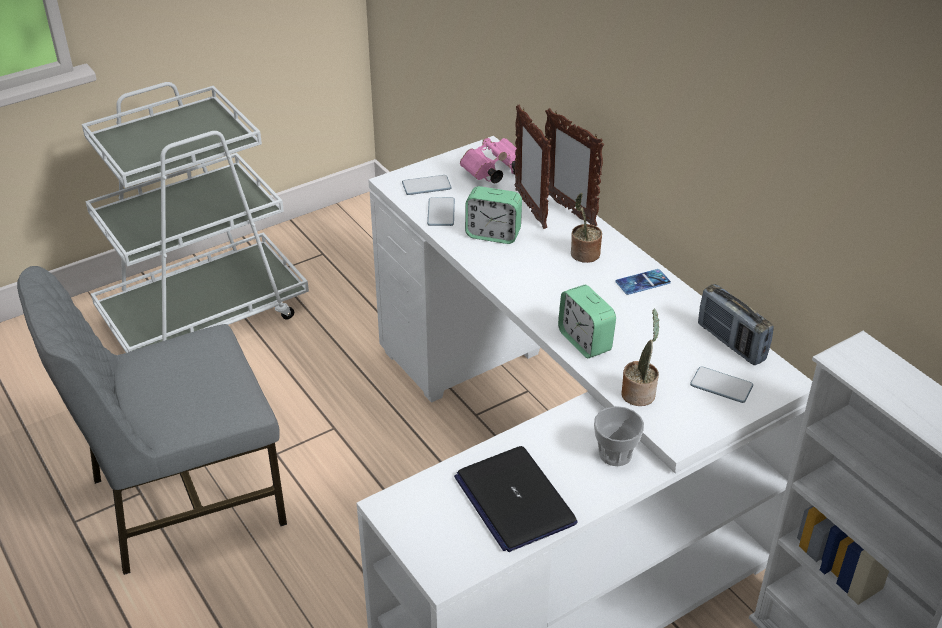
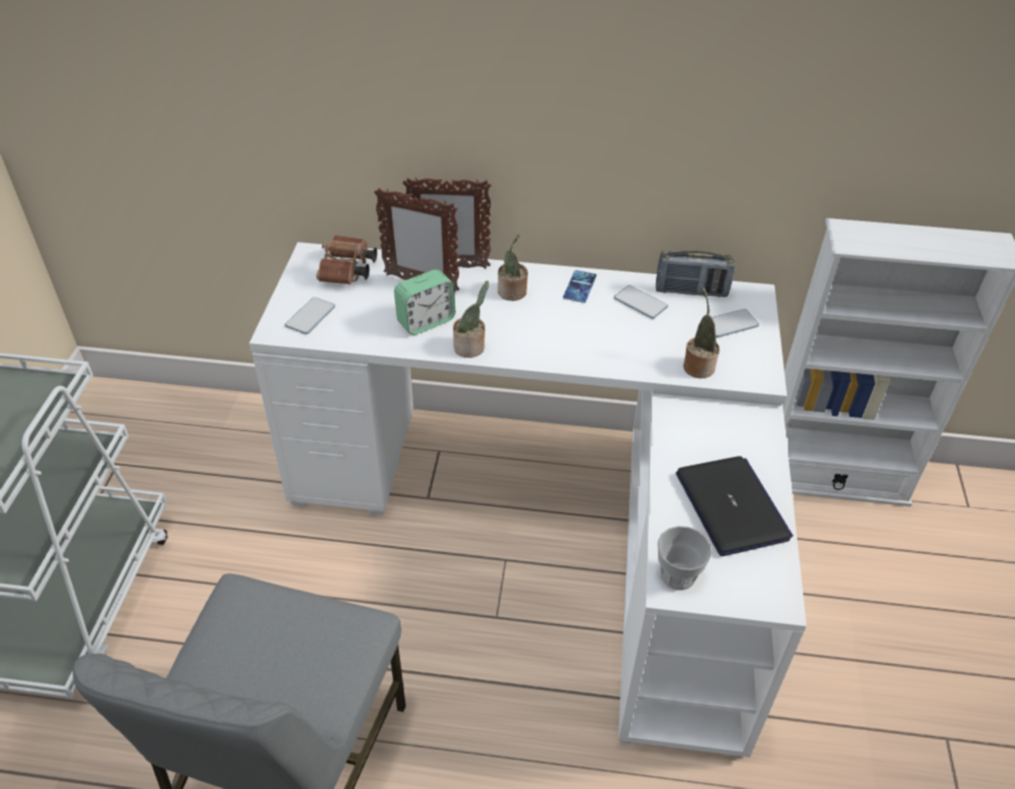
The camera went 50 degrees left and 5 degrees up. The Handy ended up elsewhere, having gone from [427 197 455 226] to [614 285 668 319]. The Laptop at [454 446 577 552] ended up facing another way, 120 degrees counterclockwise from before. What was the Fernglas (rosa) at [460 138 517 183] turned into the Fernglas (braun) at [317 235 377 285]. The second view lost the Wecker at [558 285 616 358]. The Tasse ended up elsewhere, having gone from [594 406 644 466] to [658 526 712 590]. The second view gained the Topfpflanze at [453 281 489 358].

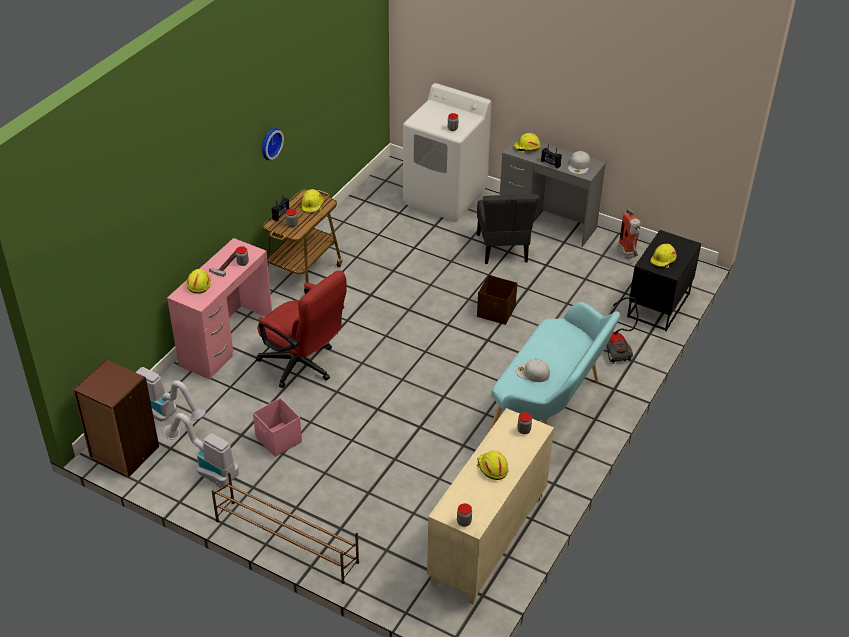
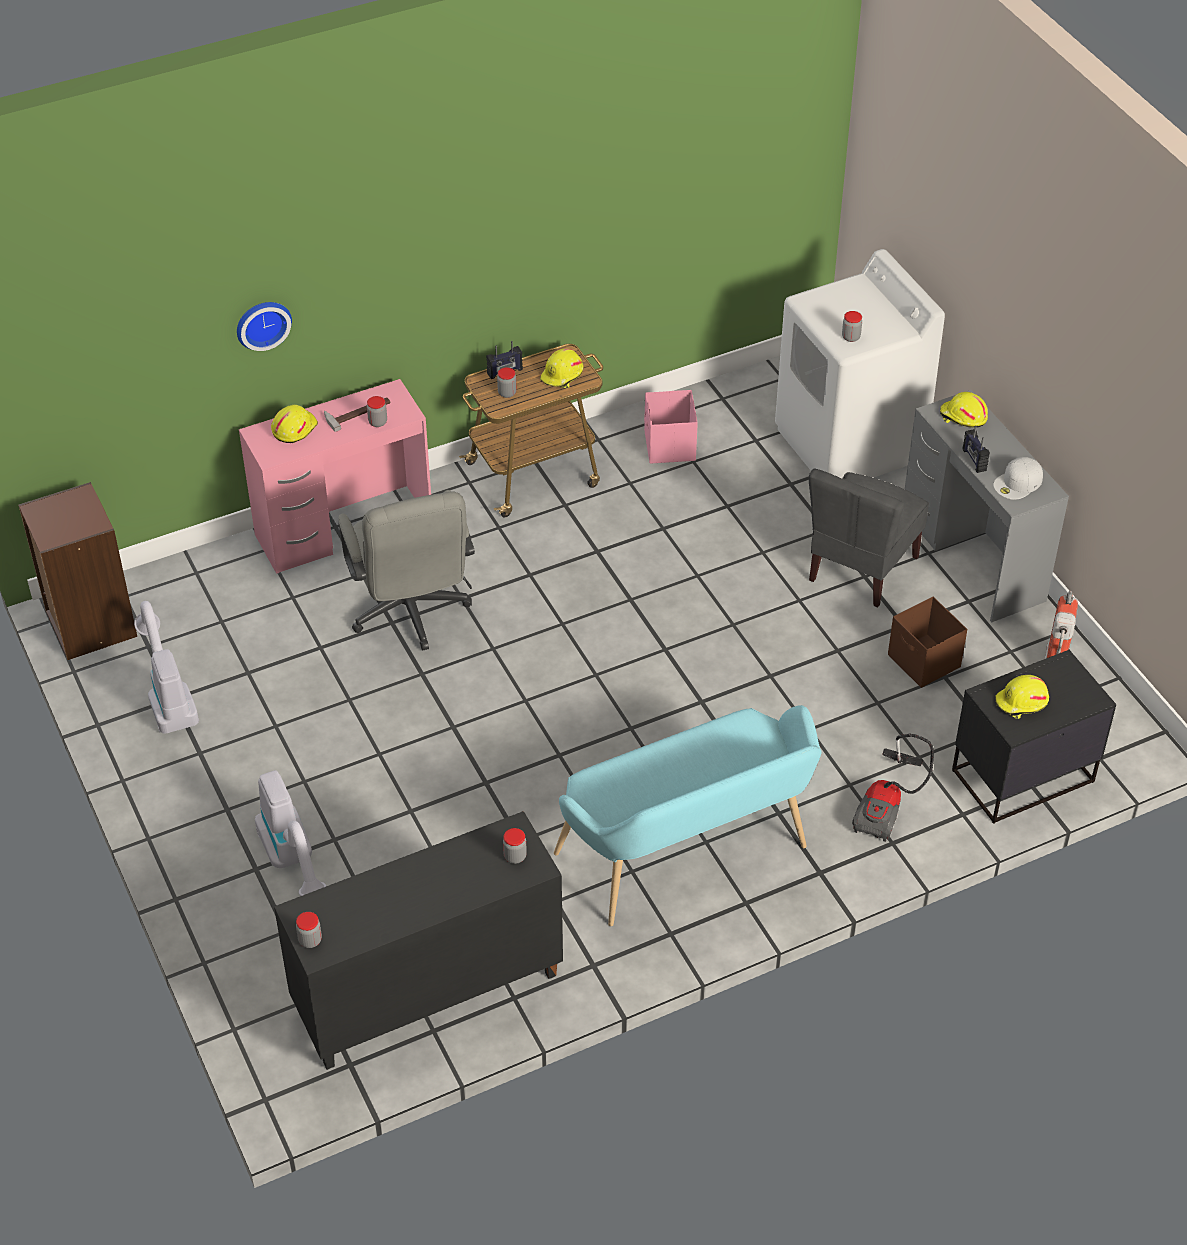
The camera went 35 degrees right and 5 degrees up. The Staubsauger ended up elsewhere, having gone from [136 367 206 422] to [255 770 326 896]. The second view lost the Schuhregal (braun) at [212 473 359 584]. The Aufbewahrungsbox (rosa) ended up elsewhere, having gone from [253 398 302 457] to [644 390 698 464]. What was the Bürostuhl (rot) at [256 271 346 388] turned into the Bürostuhl (grau) at [338 490 475 651]. The Wanduhr ended up elsewhere, having gone from [262 128 284 160] to [237 302 292 351]. What was the Schrank (beige) at [427 408 554 604] turned into the Schrank (schwarz) at [274 811 563 1070]. The Aufbewahrungsbox (braun) ended up elsewhere, having gone from [477 275 517 325] to [888 597 967 688]. The second view lost the Schutzhelm (gelb) at [477 451 509 480]. The second view lost the Kappe (weiß) at [516 359 550 382].

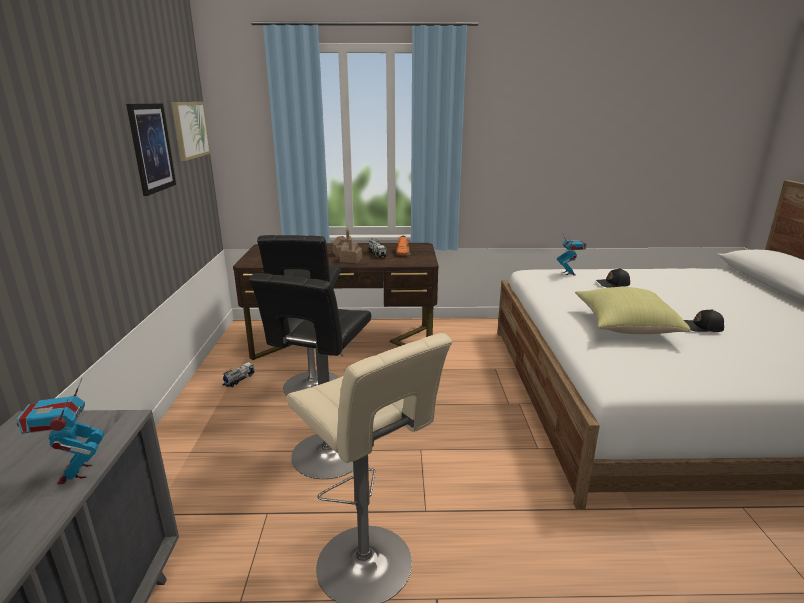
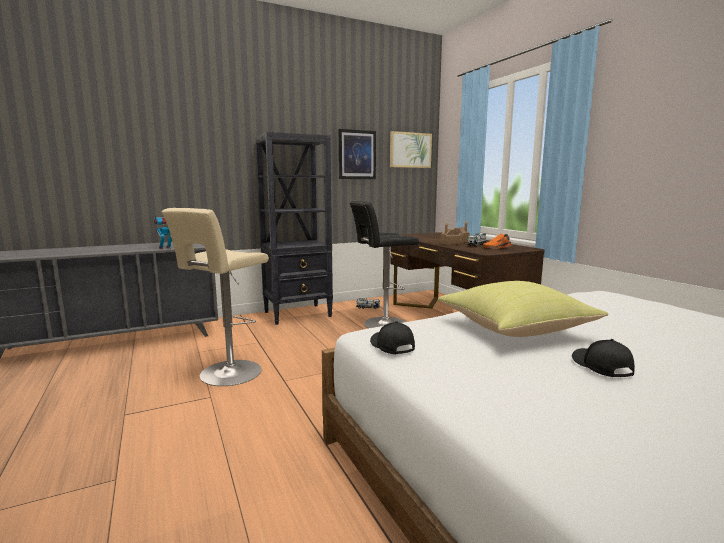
The camera went 65 degrees right and 10 degrees down. The second view lost the Hocker (schwarz) at [249 273 372 479]. The second view lost the Spielzeugroboter at [557 234 587 275]. The Kappe (schwarz) ended up elsewhere, having gone from [596 268 630 288] to [370 321 415 354]. The second view gained the Bücherregal (schwarz) at [255 132 333 325].

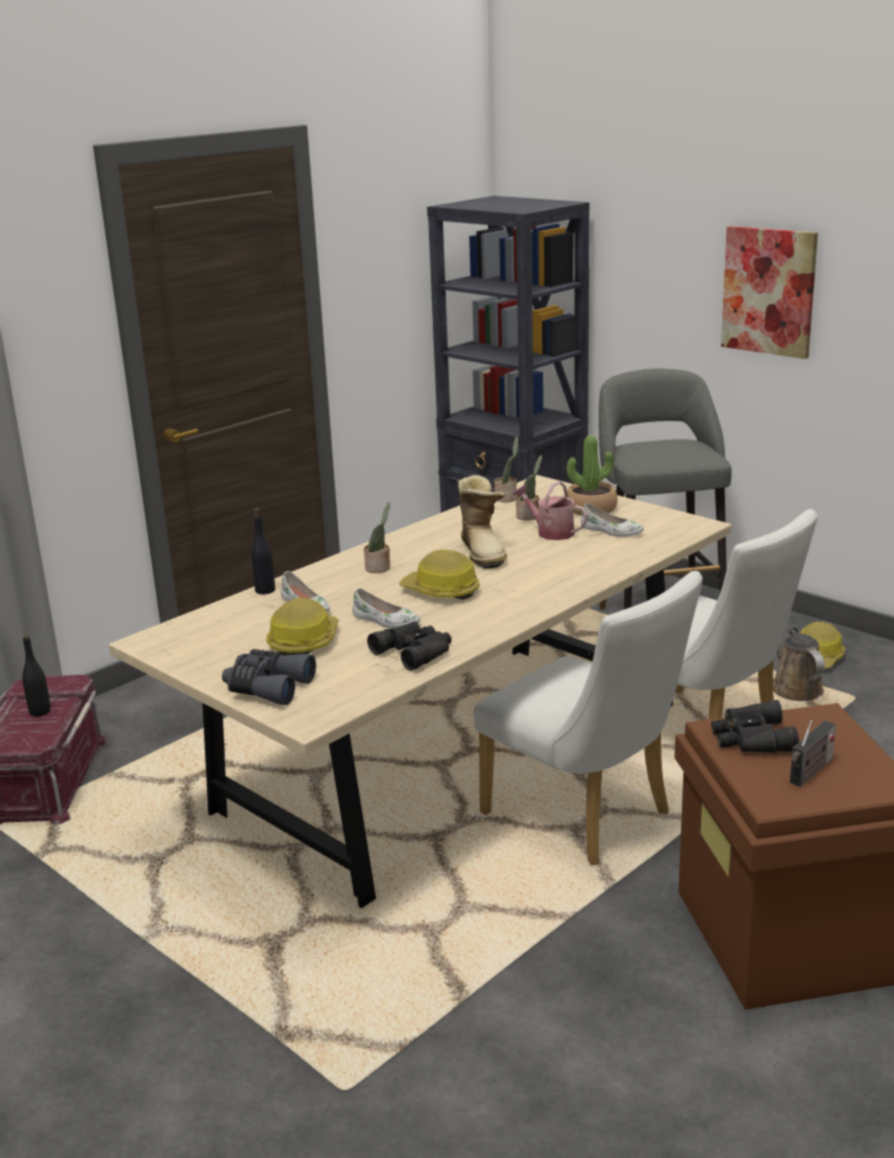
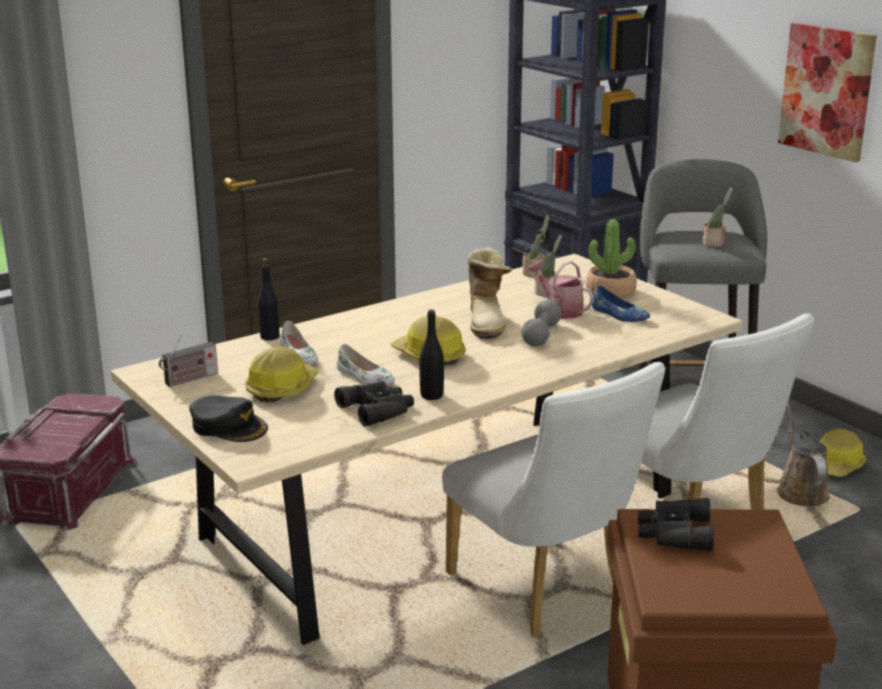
The camera went 10 degrees right and 0 degrees up. The Flasche (schwarz) ended up elsewhere, having gone from [22 635 50 716] to [419 309 444 400]. Where the Fernglas (grau) stood at [222 649 316 705], the Kappe (schwarz) came to stand at [189 395 268 442]. The Topfpflanze ended up elsewhere, having gone from [364 502 390 573] to [702 187 733 247]. What was the Schuh (weiß) at [581 503 644 537] turned into the Schuh (blau) at [592 286 650 322]. The Radio ended up elsewhere, having gone from [790 720 836 787] to [159 335 218 387]. The second view gained the Hantel (grau) at [522 300 561 346].

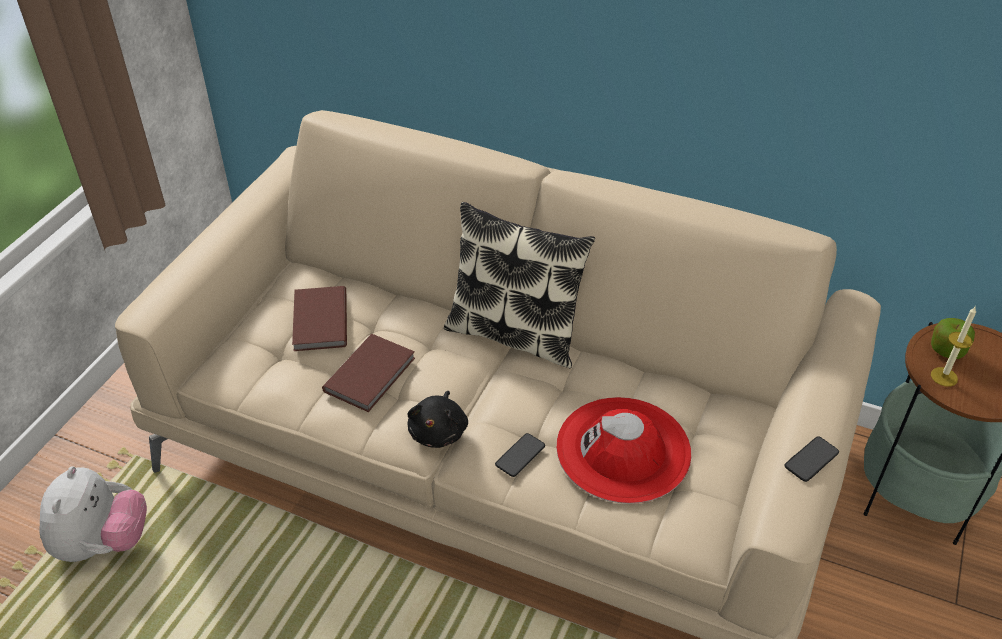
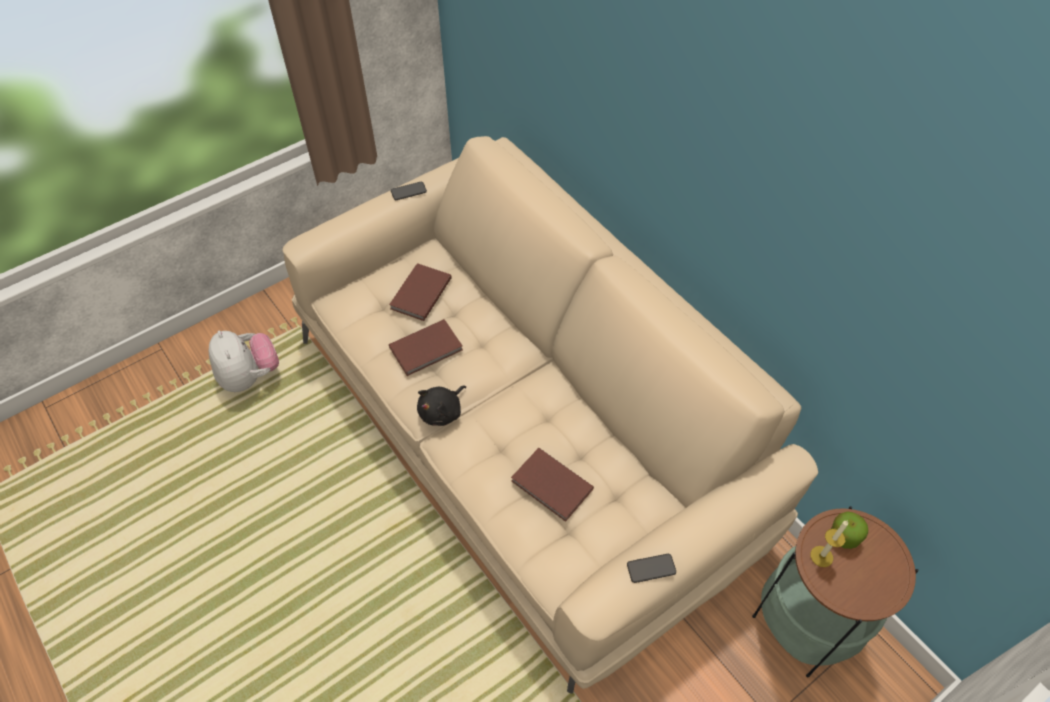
The camera went 30 degrees right and 10 degrees up. The Plüschtier at [39 466 147 562] ended up facing another way, 60 degrees counterclockwise from before. The second view lost the Kissen at [444 202 595 368]. The Handy ended up elsewhere, having gone from [495 433 545 477] to [391 182 427 200]. Where the Hut (rot) stood at [556 397 691 504], the Buch (braun) came to stand at [511 448 594 522].

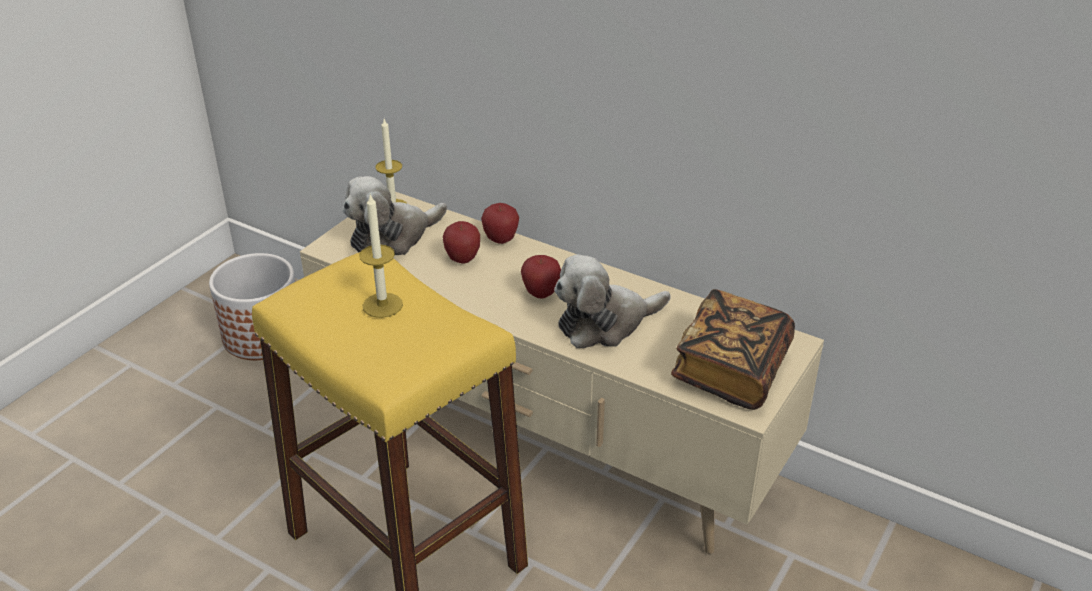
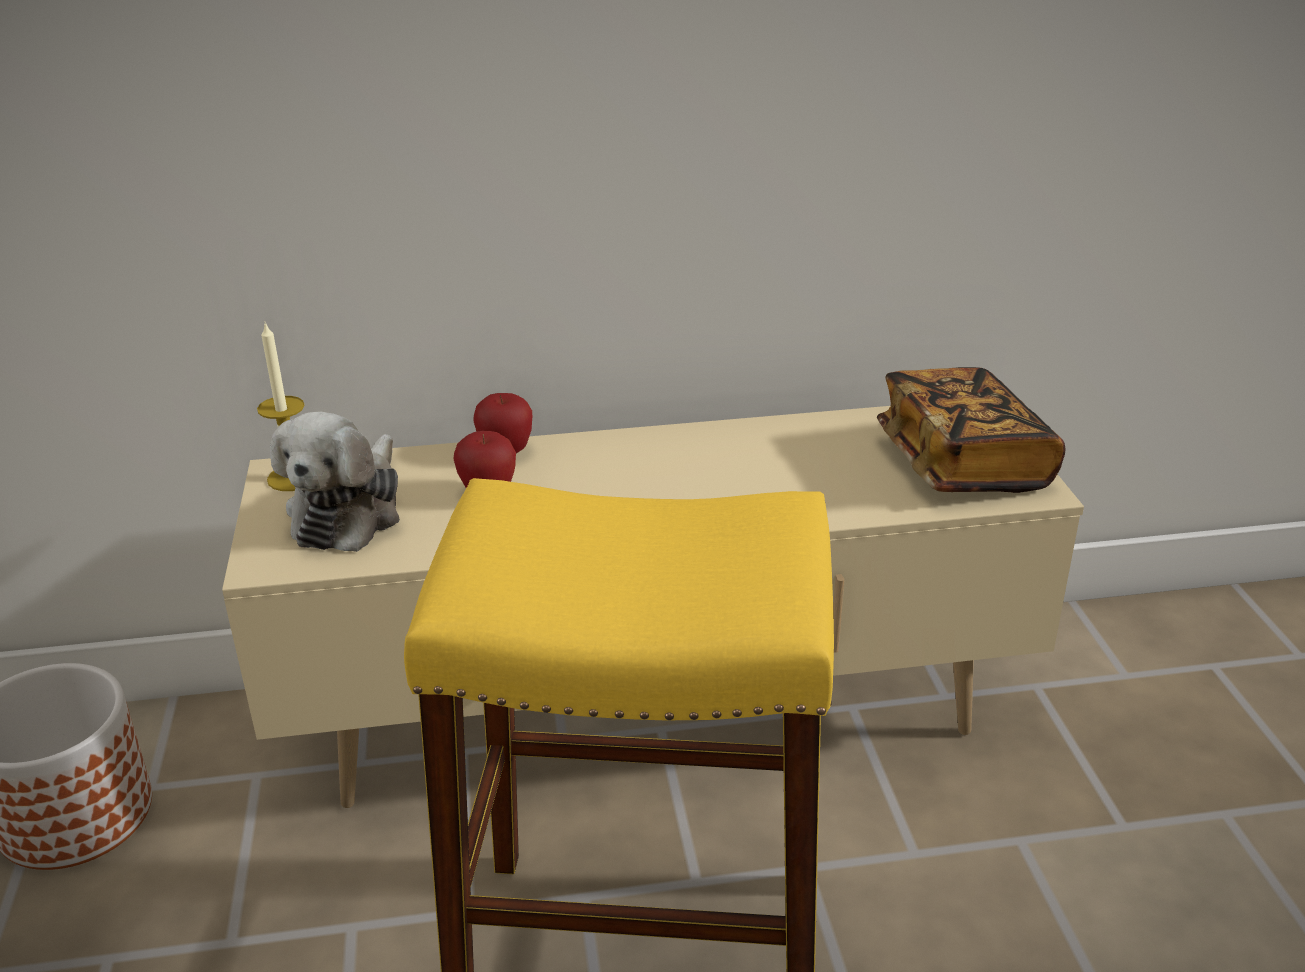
The camera went 40 degrees left and 5 degrees down. The second view lost the Kerze at [359 193 403 318]. The second view lost the Apfel at [521 255 561 299]. The second view lost the Plüschtier at [554 254 670 348].

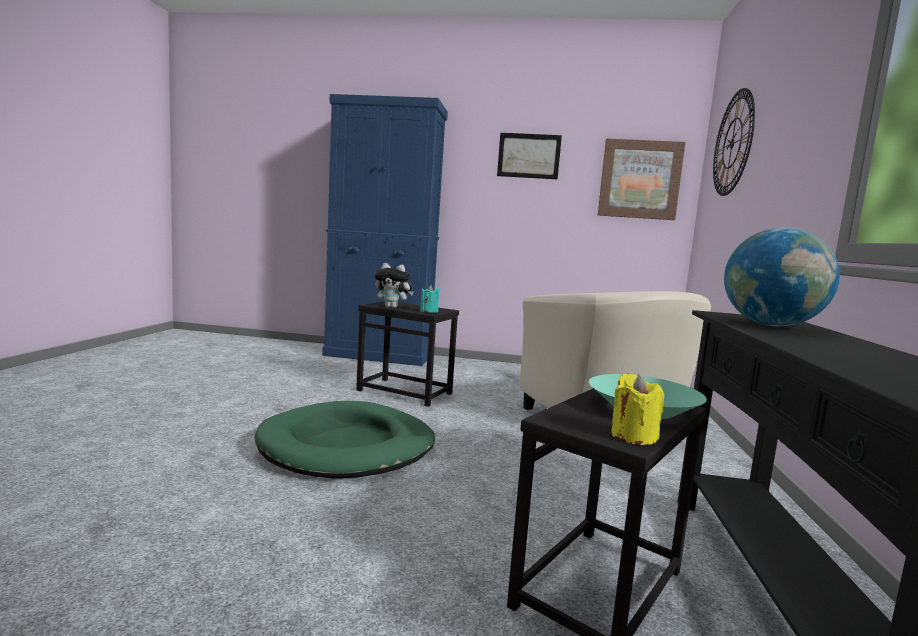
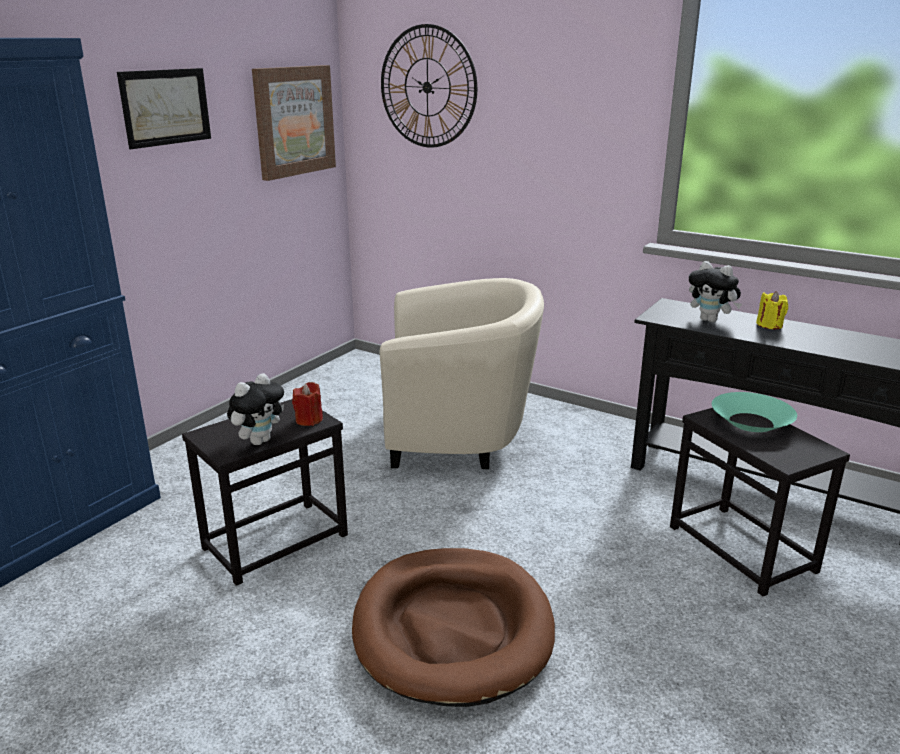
The camera went 65 degrees left and 15 degrees up. What was the Hundebett (grün) at [254 401 435 479] turned into the Hundebett (braun) at [352 548 555 707]. What was the Kerze (türkis) at [420 285 439 313] turned into the Kerze (rot) at [292 382 323 426]. The Kerze (gelb) ended up elsewhere, having gone from [611 373 664 445] to [756 291 788 329]. Where the Globus stood at [724 228 840 326], the Plüschtier came to stand at [689 261 742 322].

